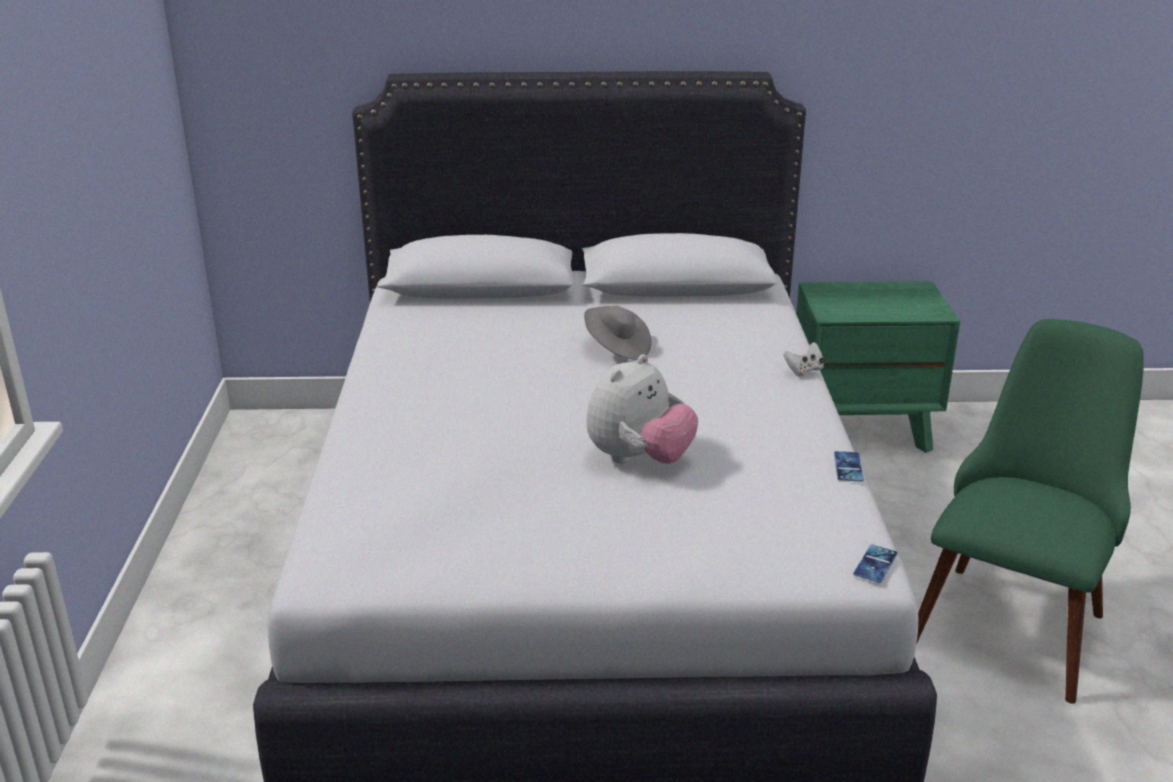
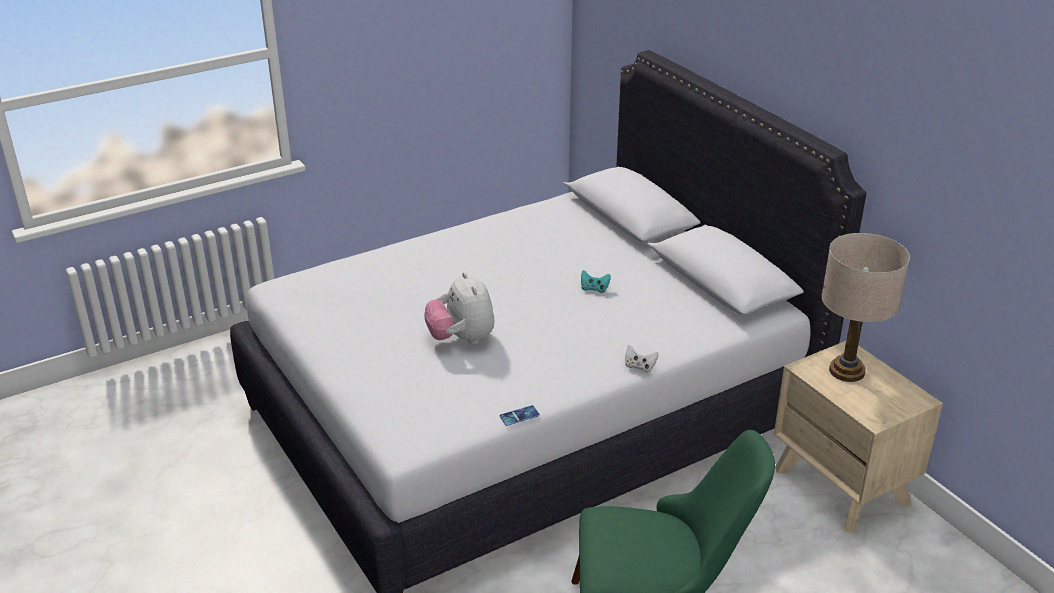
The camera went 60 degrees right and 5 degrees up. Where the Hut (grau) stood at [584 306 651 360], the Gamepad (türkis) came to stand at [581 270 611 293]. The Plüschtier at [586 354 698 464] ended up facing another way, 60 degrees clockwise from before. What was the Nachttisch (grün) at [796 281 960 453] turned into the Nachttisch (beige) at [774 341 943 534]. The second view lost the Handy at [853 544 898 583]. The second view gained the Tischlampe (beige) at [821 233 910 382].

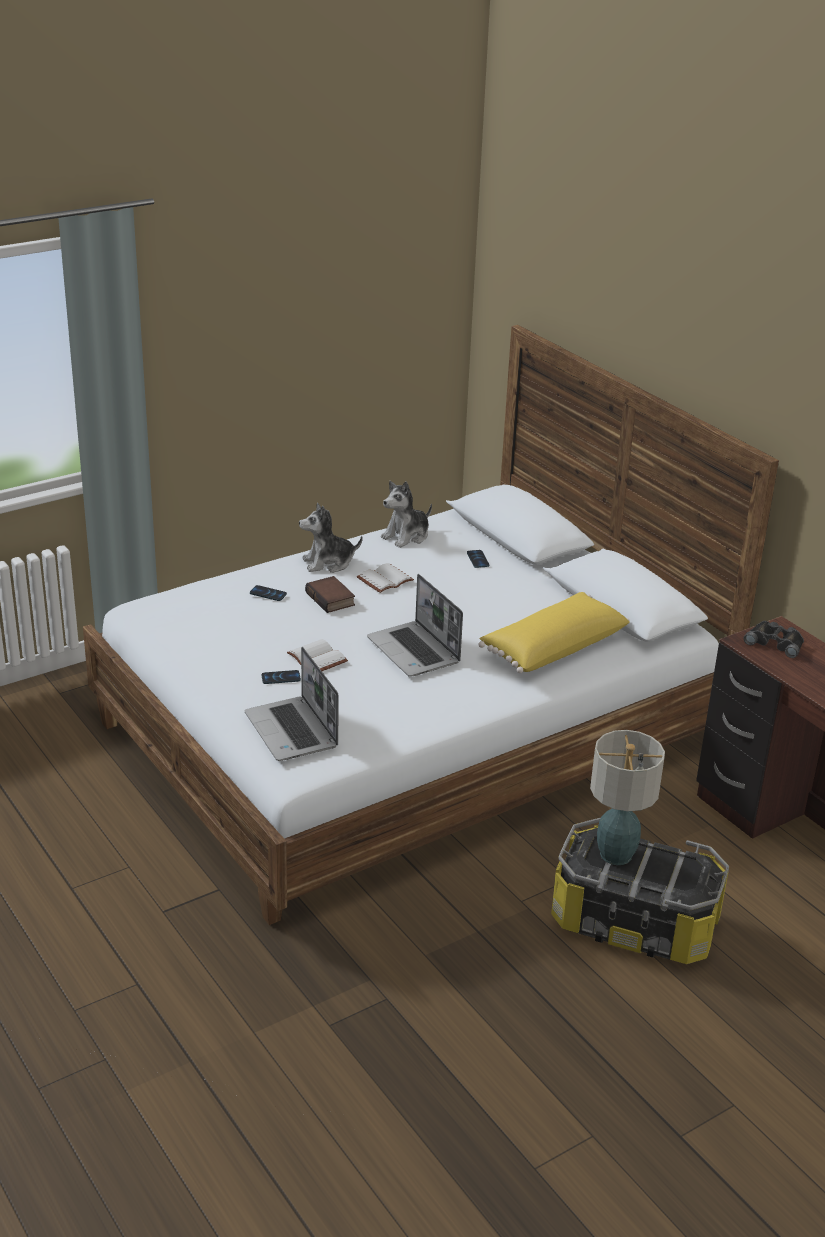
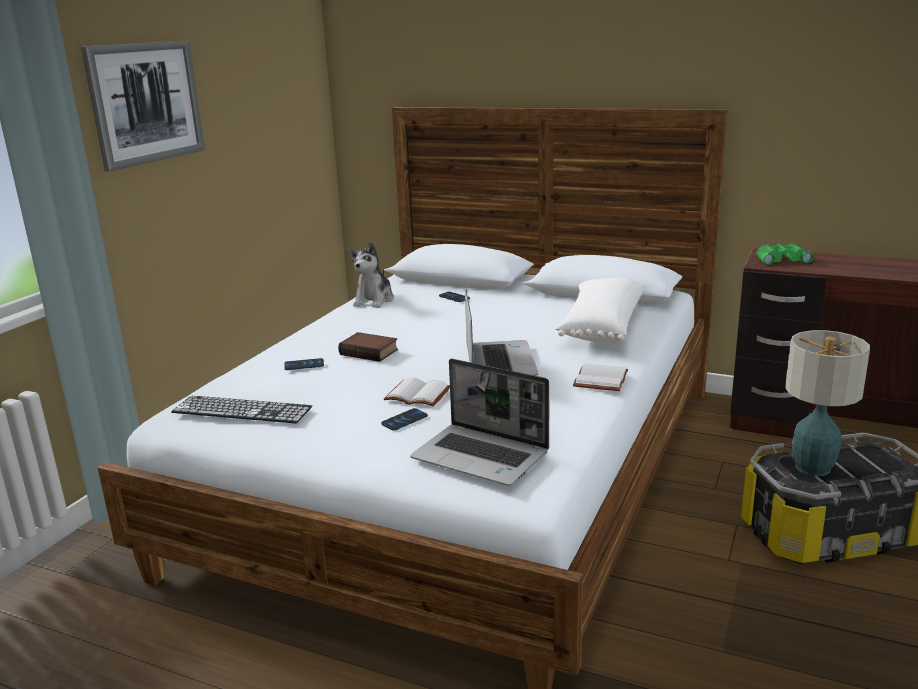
The camera went 30 degrees left and 10 degrees down. The second view lost the Plüschtier at [299 503 363 573]. The Buch (weiß) ended up elsewhere, having gone from [357 563 414 593] to [573 363 628 391]. The Laptop at [367 574 463 677] ended up facing another way, 120 degrees counterclockwise from before. What was the Kissen (gelb) at [478 592 629 673] turned into the Kissen (weiß) at [555 278 644 343]. What was the Fernglas (schwarz) at [744 621 804 658] turned into the Fernglas (grün) at [756 243 814 265]. The second view gained the Bild at [81 41 205 172]. The second view gained the Tastatur at [171 396 312 423].

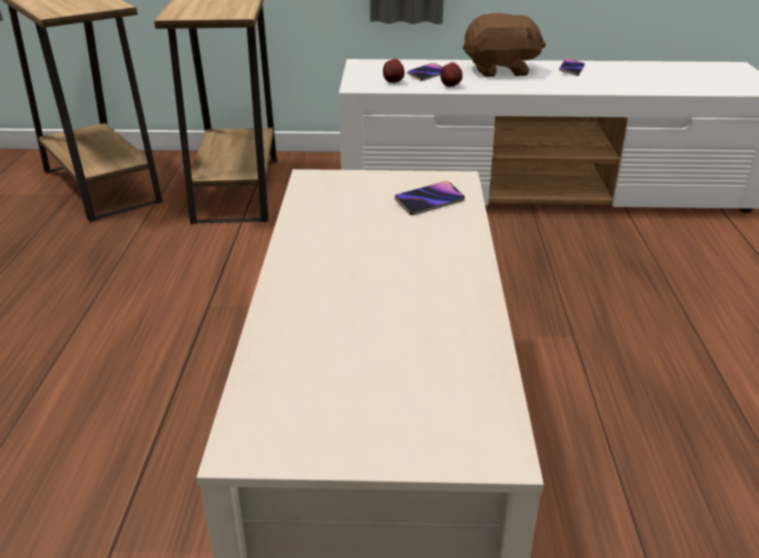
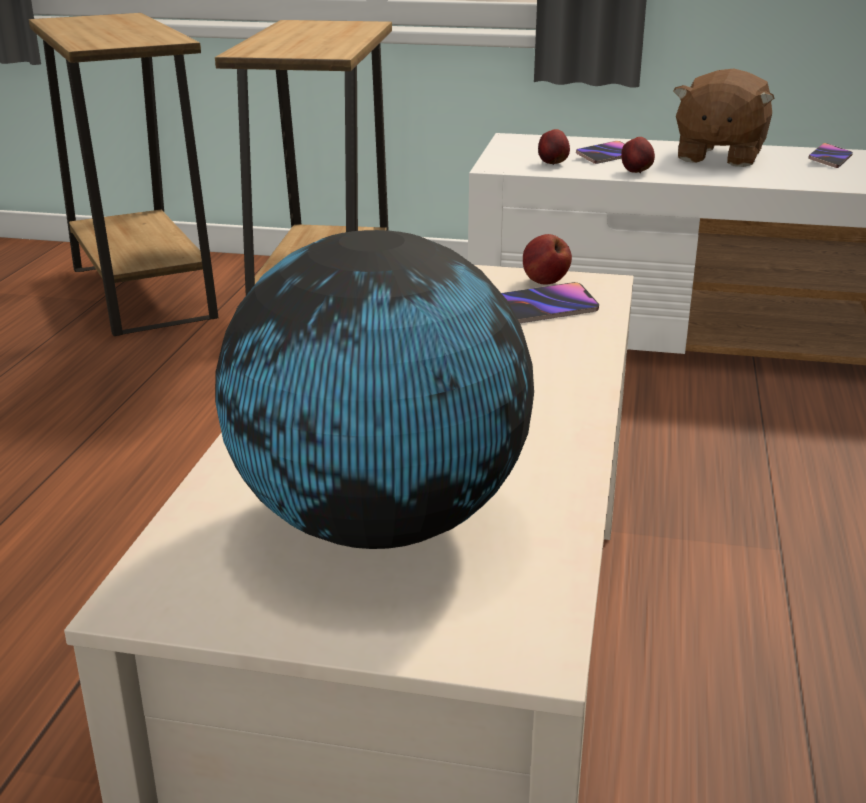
The camera went 10 degrees right and 5 degrees down. The Plüschtier (braun) at [463 13 546 77] ended up facing another way, 105 degrees clockwise from before. The second view gained the Globus at [215 230 534 549]. The second view gained the Apfel at [523 234 572 285].

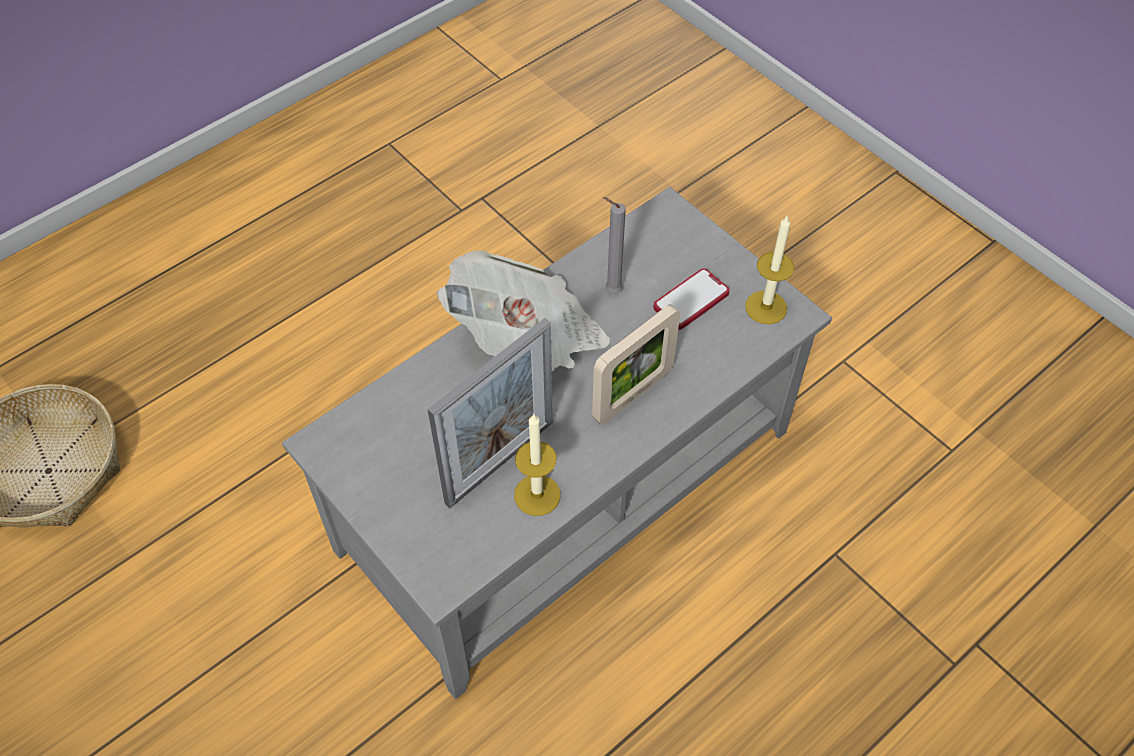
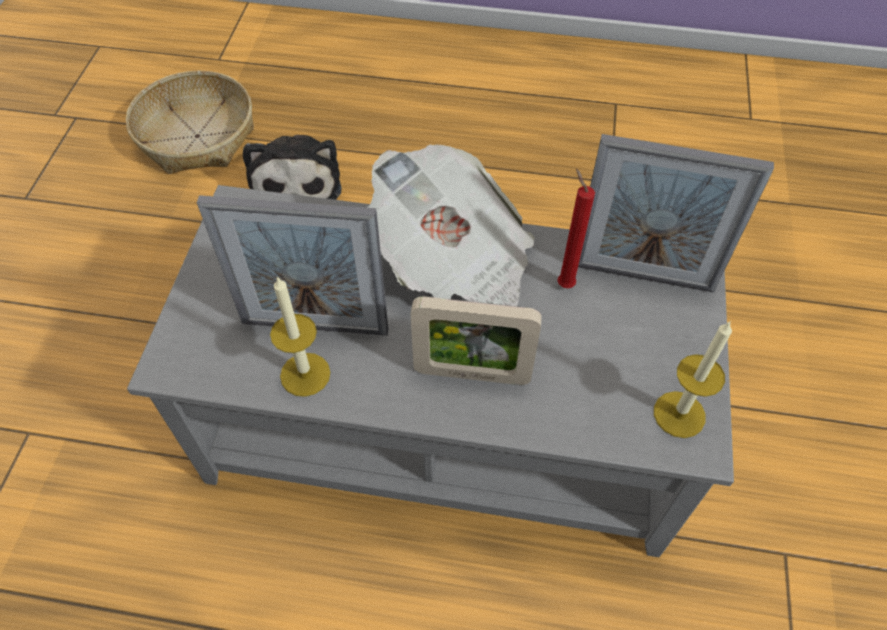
The camera went 50 degrees right and 0 degrees up. What was the Kerze (grau) at [603 197 626 293] turned into the Kerze (rot) at [557 169 595 288]. The second view lost the Handy at [653 268 730 330]. The second view gained the Plüschtier at [243 135 341 200]. The second view gained the Bilderrahmen at [578 134 774 293].

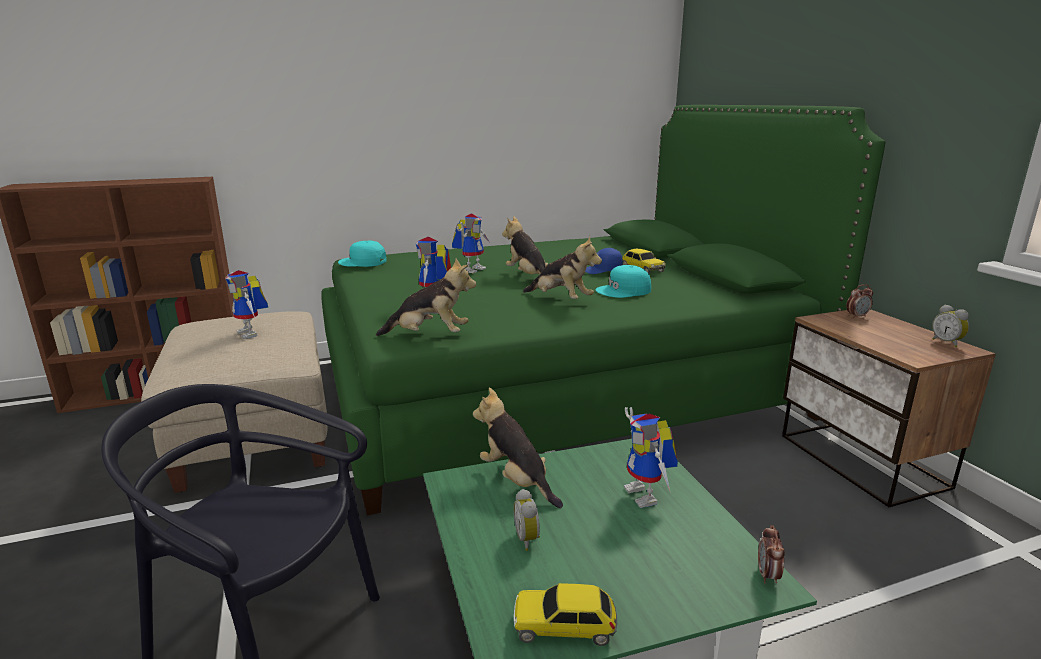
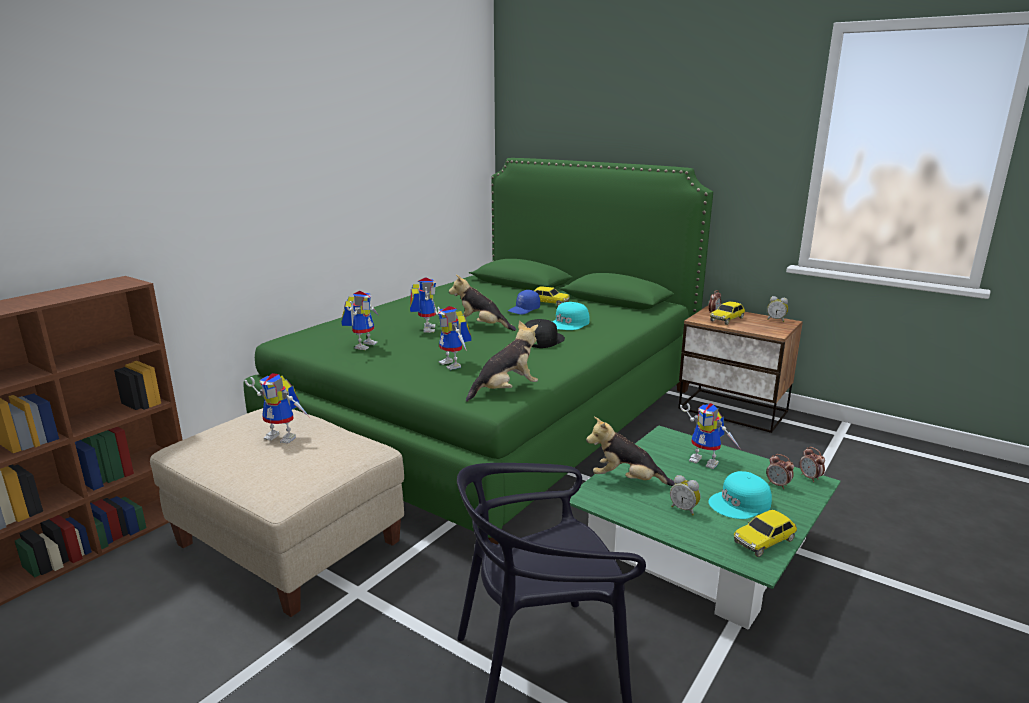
The camera went 35 degrees left and 0 degrees up. The Kappe (türkis) ended up elsewhere, having gone from [338 241 387 267] to [708 471 772 519]. Where the Plüschtier stood at [523 236 602 299], the Kappe (schwarz) came to stand at [525 319 565 348]. The second view gained the Spielzeugroboter at [341 291 378 350]. The second view gained the Spielzeugauto at [710 301 745 325]. The second view gained the Wecker at [766 454 794 489].

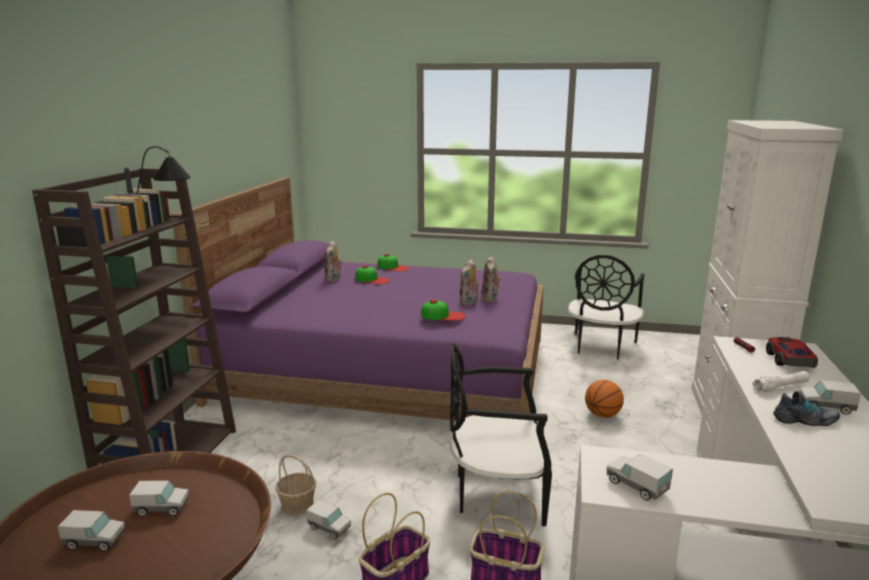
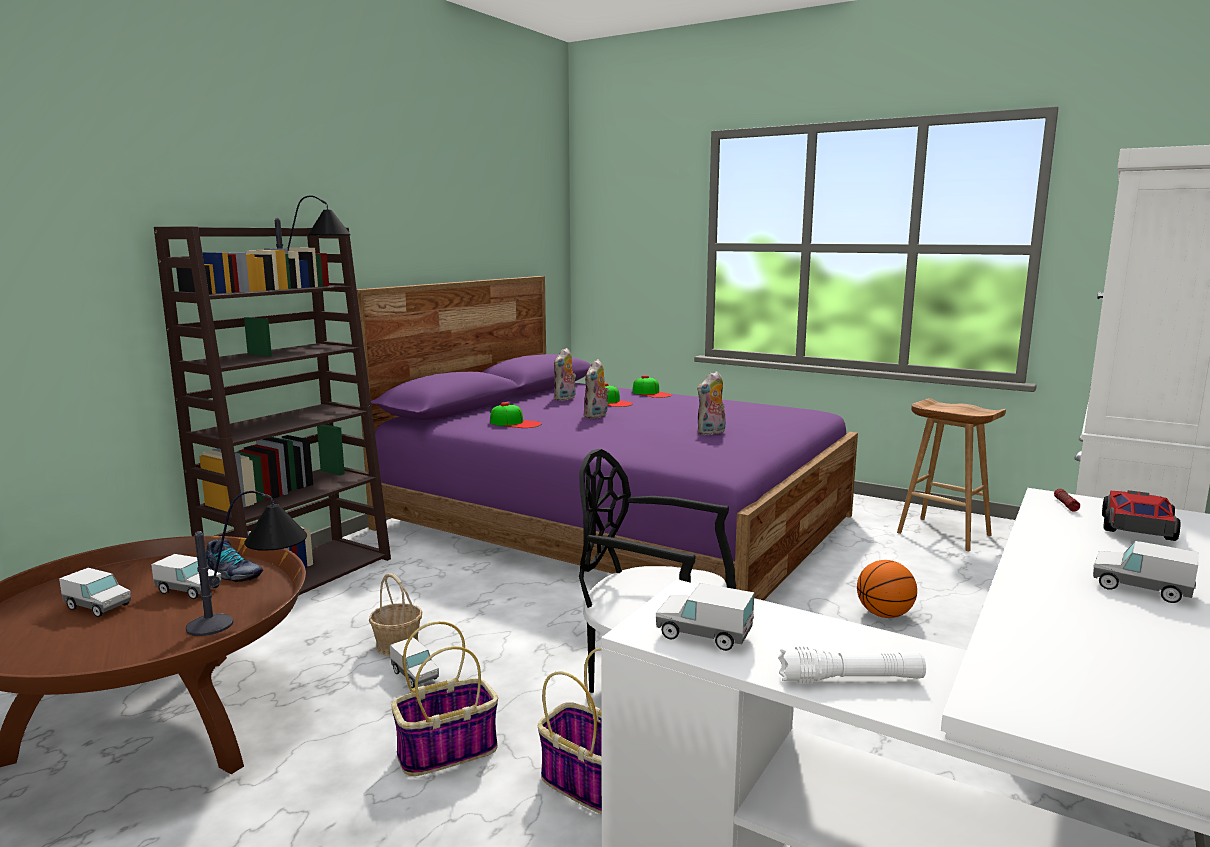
The camera went 20 degrees right and 5 degrees down. The Kappe ended up elsewhere, having gone from [421 299 466 321] to [490 402 541 428]. The Plüschtier ended up elsewhere, having gone from [481 256 501 302] to [584 359 609 419]. Where the Stuhl (schwarz) stood at [568 255 644 360], the Hocker (braun) came to stand at [897 398 1006 551]. The Spielzeuglaster at [607 454 673 501] ended up facing another way, 45 degrees counterclockwise from before. The Taschenlampe (weiß) ended up elsewhere, having gone from [752 371 810 393] to [778 647 926 683]. The Schuh ended up elsewhere, having gone from [773 391 840 426] to [206 539 263 582]. The second view gained the Tischlampe at [186 491 307 636].

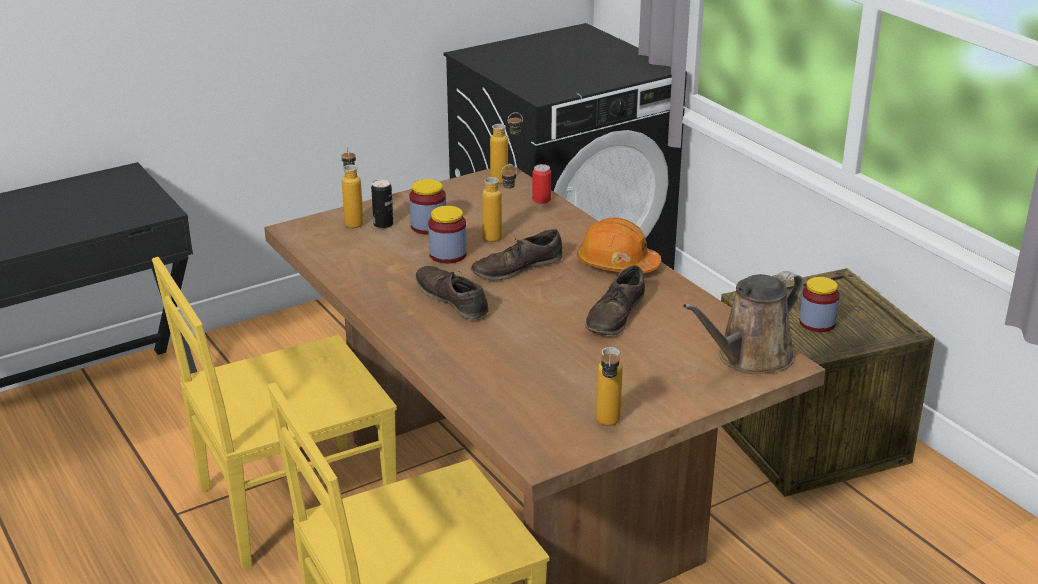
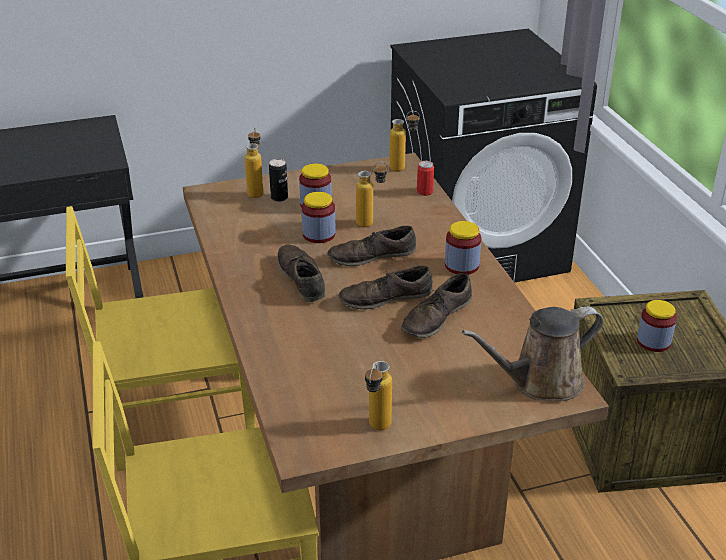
The camera went 15 degrees right and 5 degrees up. Where the Schutzhelm (orange) stood at [577 218 662 273], the Vorratsglas came to stand at [445 221 481 275]. The second view gained the Schuh (braun) at [339 266 432 310].

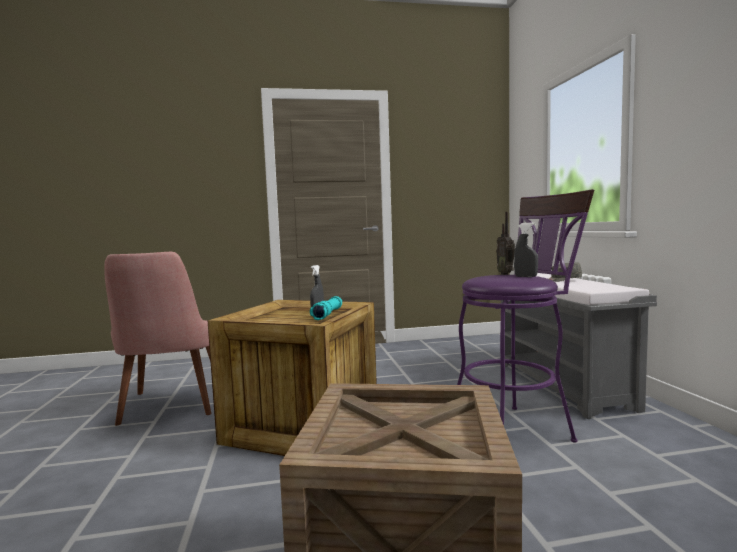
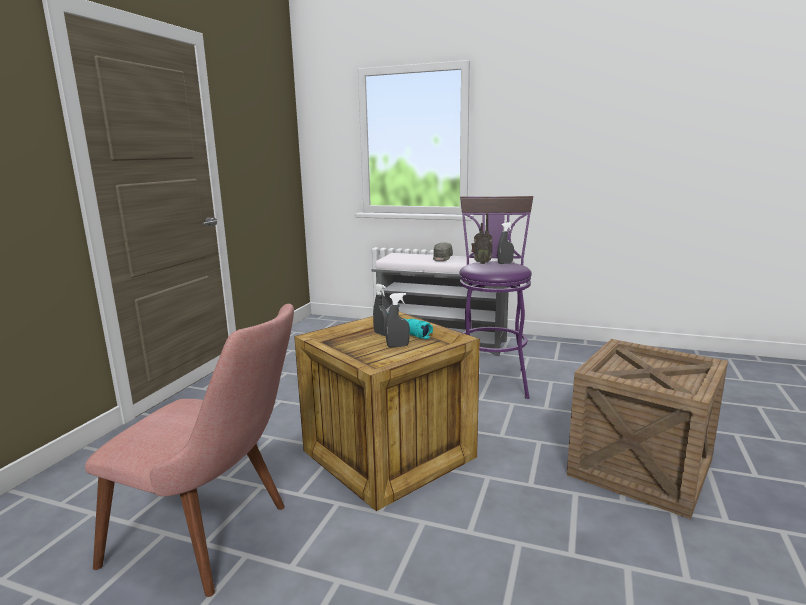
The camera went 60 degrees left and 10 degrees up. The second view gained the Sprühflasche (grau) at [385 293 410 347].

